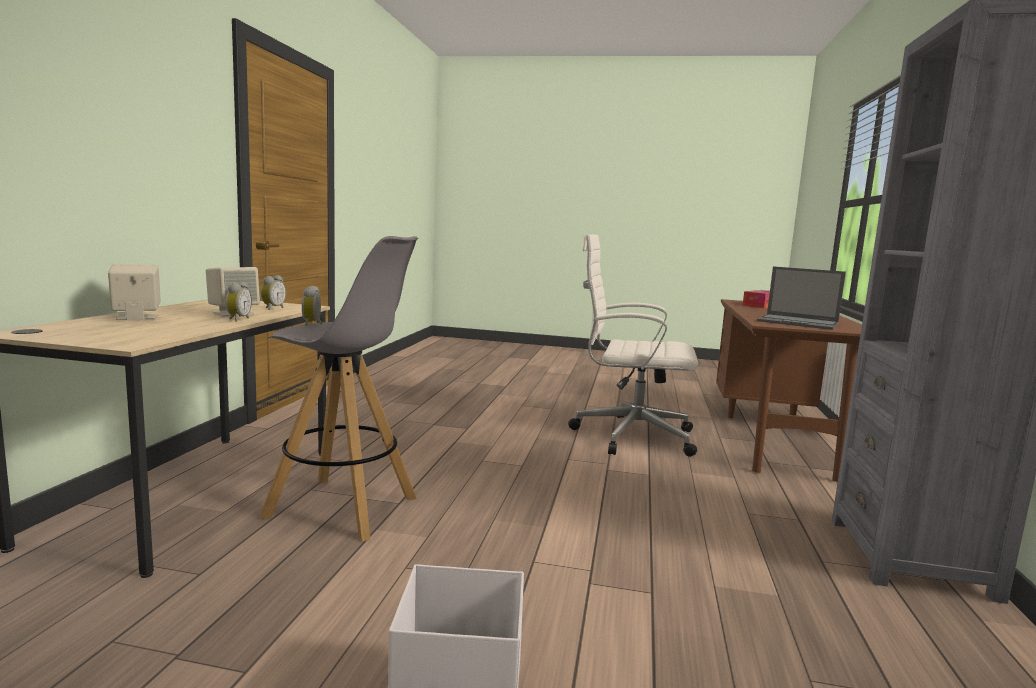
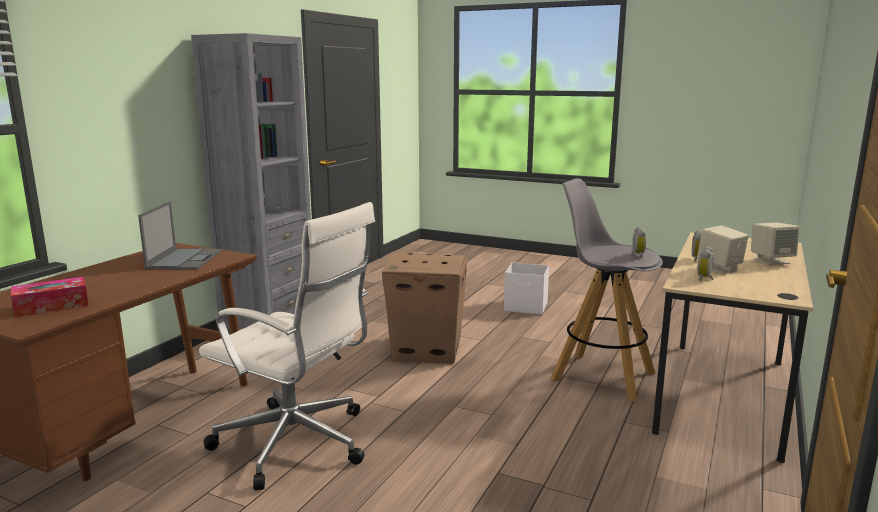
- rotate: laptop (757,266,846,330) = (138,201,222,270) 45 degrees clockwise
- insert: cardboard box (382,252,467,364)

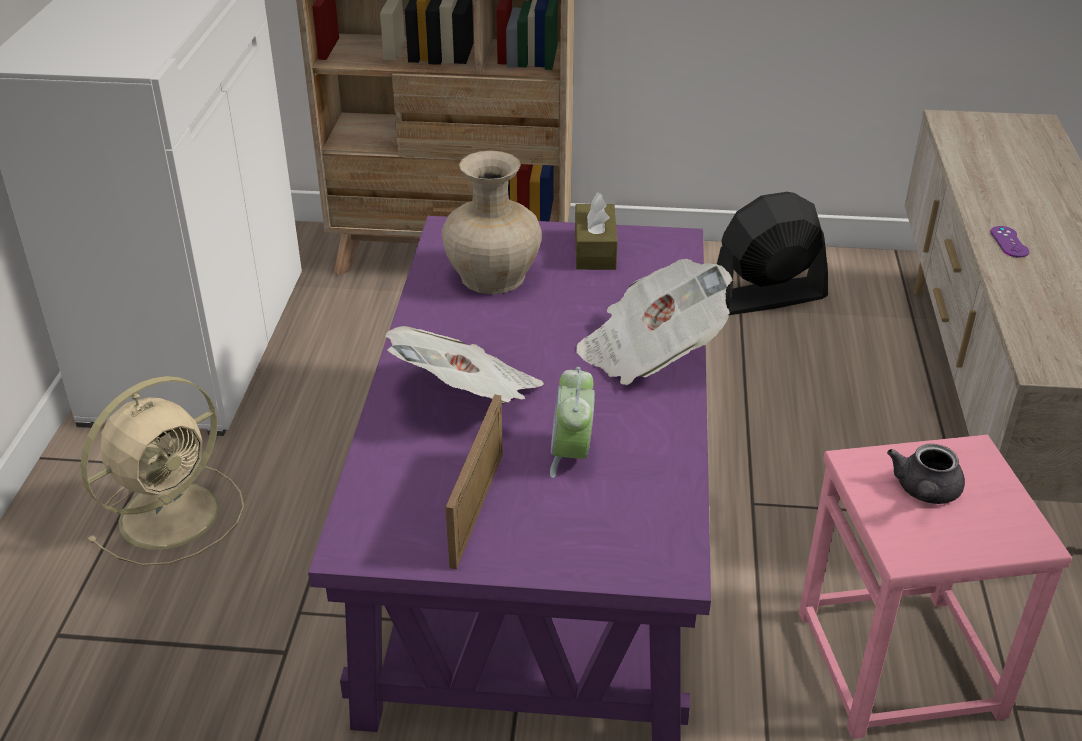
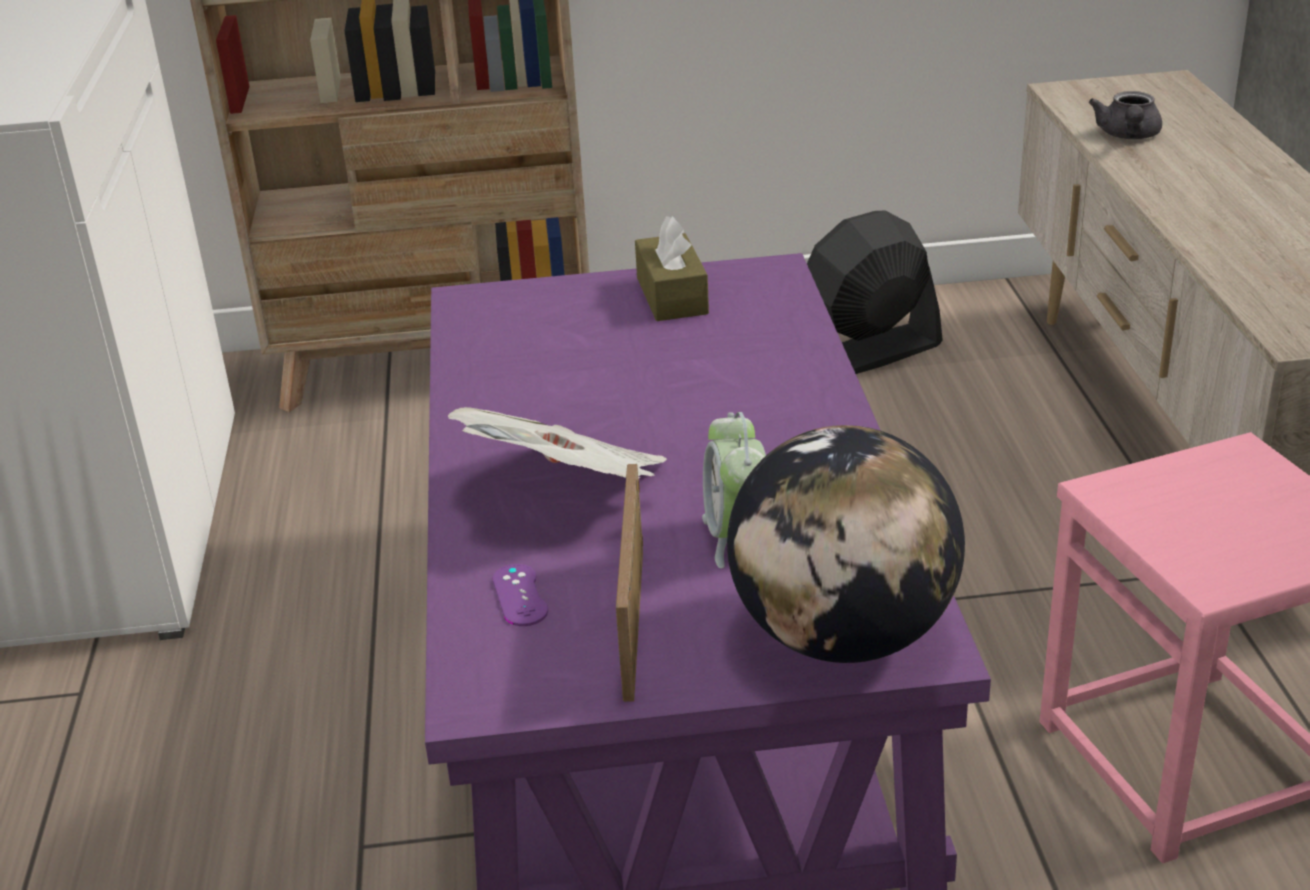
- delete: beige vase (442,150,542,294)
- move: purple game controller (991,226,1029,257) to (493,564,548,626)
- delete: newspaper (576,258,732,385)
- delete: beige fan (81,376,244,566)
- move: grey teapot (887,444,965,504) to (1089,91,1162,139)
- insert: globe (727,425,965,663)

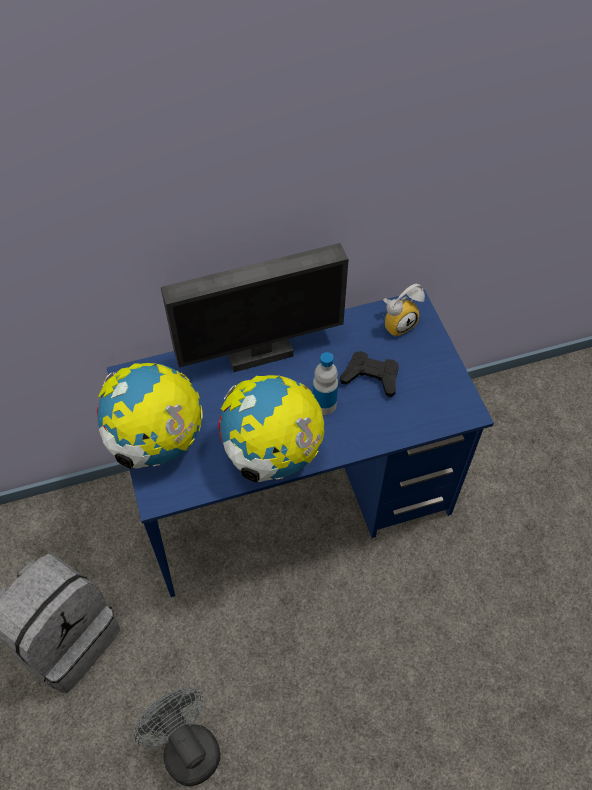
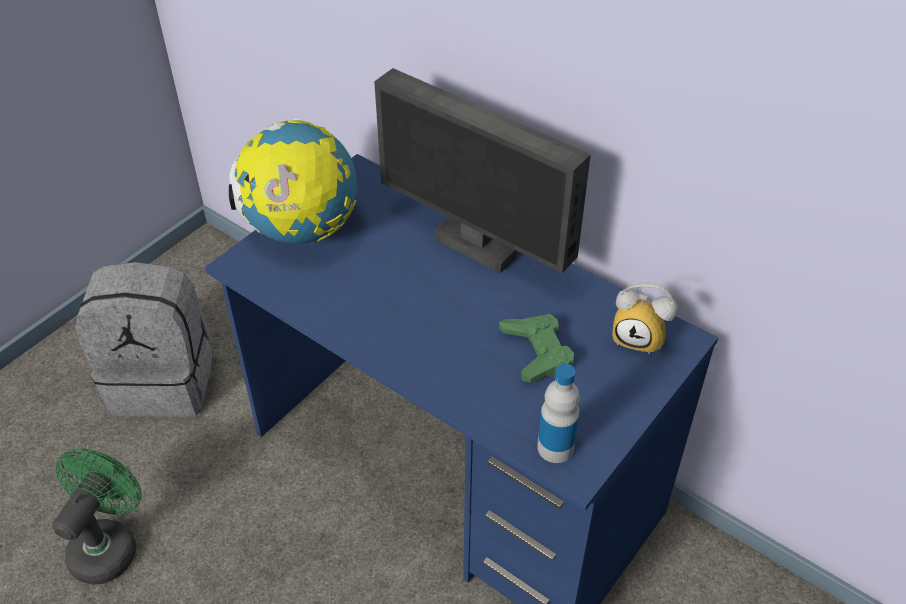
- recolor: black game controller (340,351,399,397) to green game controller (499,314,574,383)
- move: bottle (313,352,338,415) to (537,363,580,463)
- delete: globe (219,375,325,483)
- recolor: grey fan (134,688,220,786) to green fan (52,449,141,585)

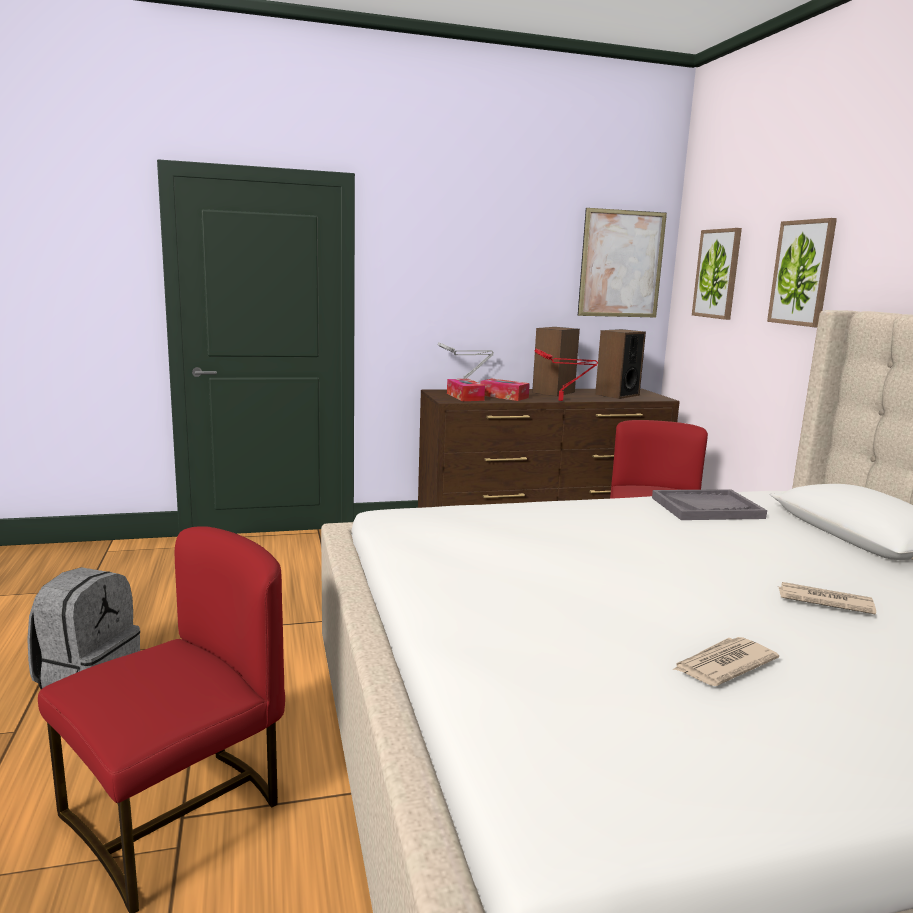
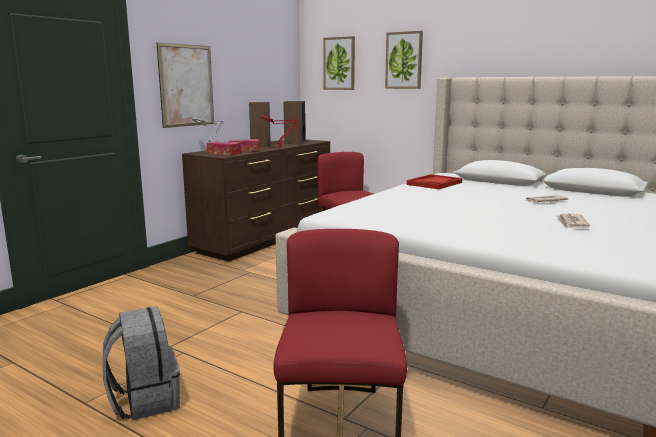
- move: picture (578,208,667,317) to (157,43,214,128)
- recolor: grey tray (652,489,767,520) to red tray (407,174,463,189)

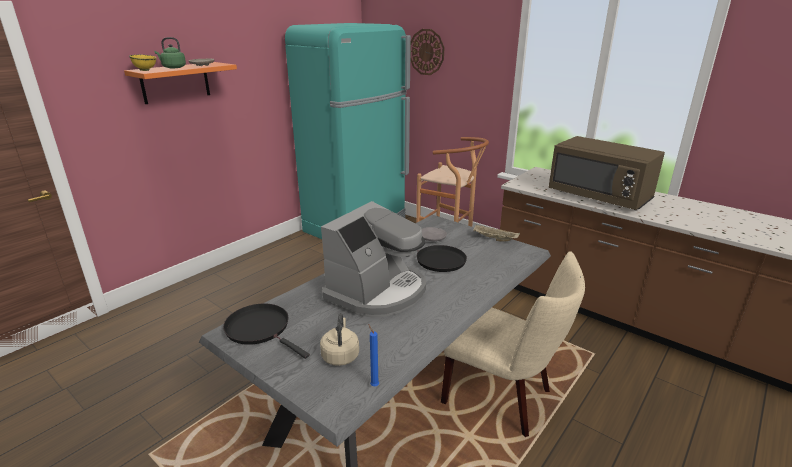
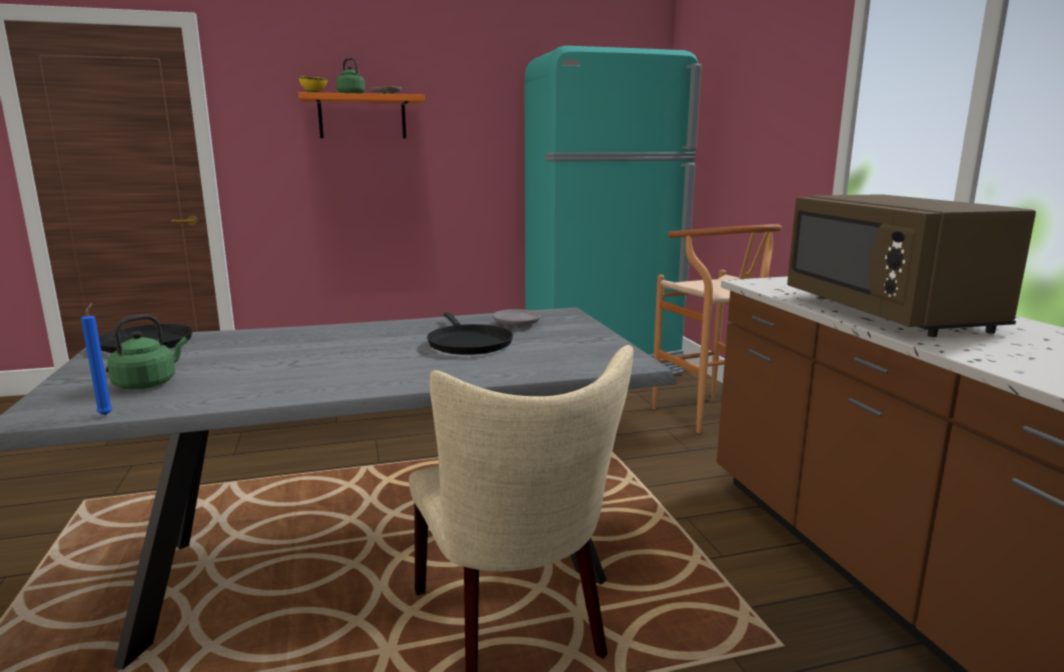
- delete: wall clock (410,29,444,75)
- delete: coffee machine (321,201,426,317)
- delete: beige tray (474,225,520,242)
- recolor: beige kettle (320,313,359,366) to green kettle (107,315,187,389)

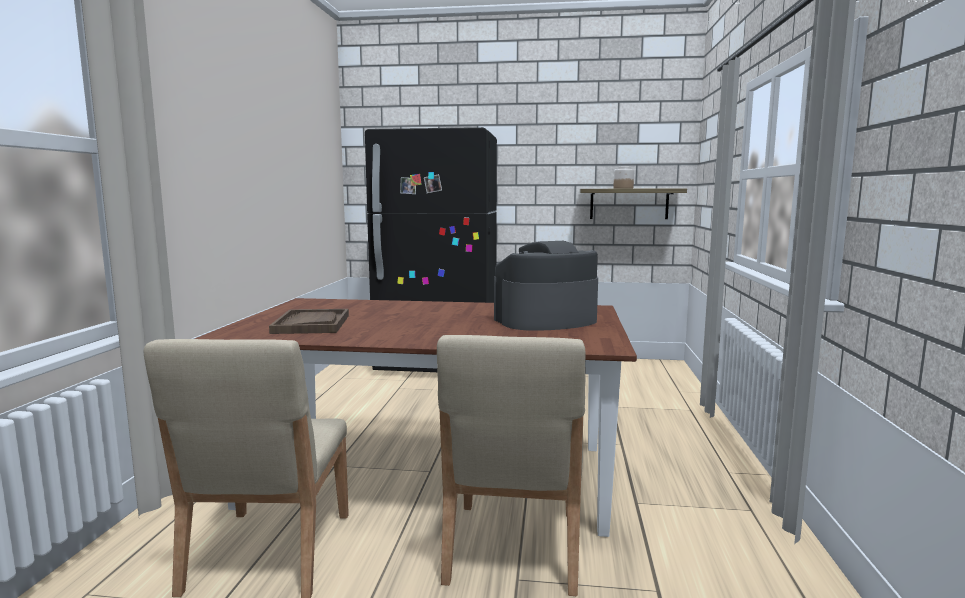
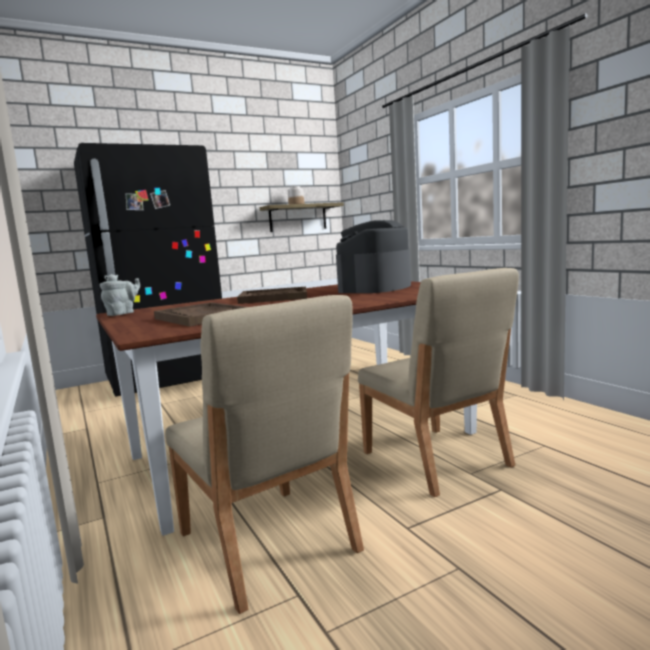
- insert: grey teapot (100,274,140,316)
- insert: brown tray (237,287,307,304)

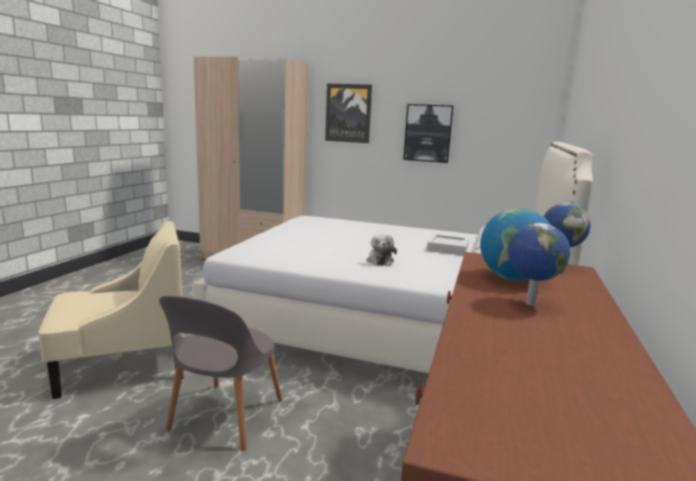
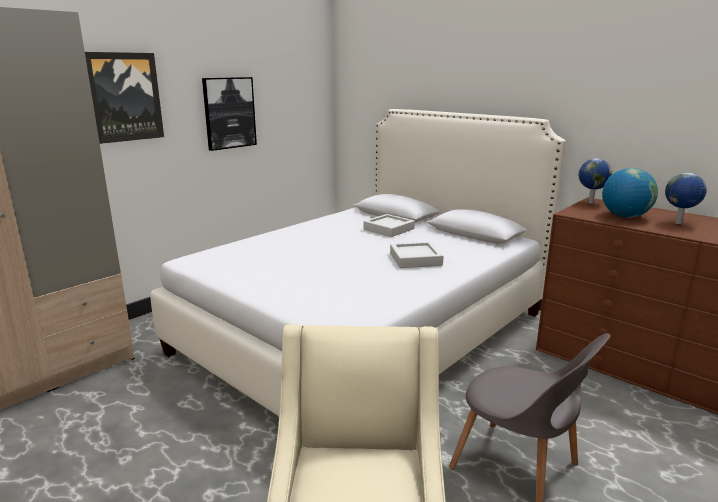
- replace: plush toy (366,234,397,265) to grey tray (390,242,443,268)

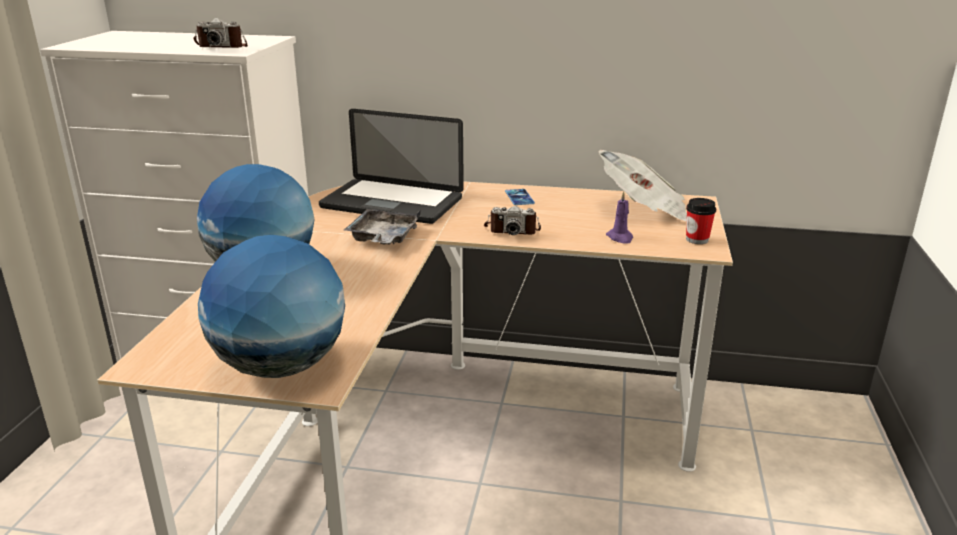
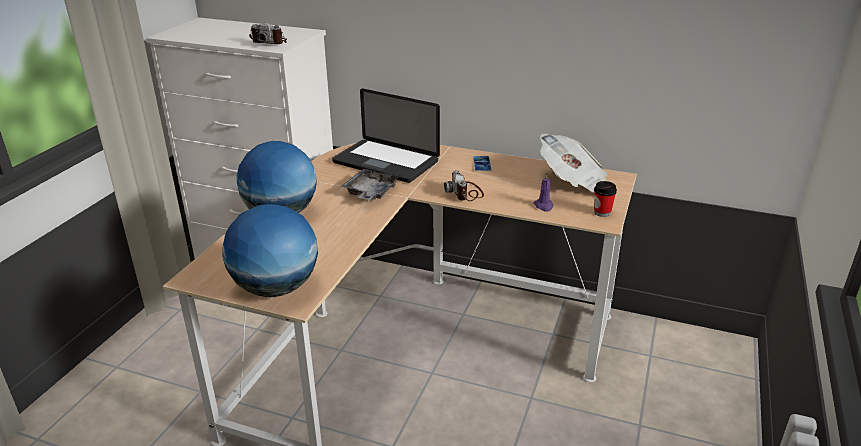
- rotate: photo camera (484,206,541,235) = (444,170,484,201) 60 degrees clockwise

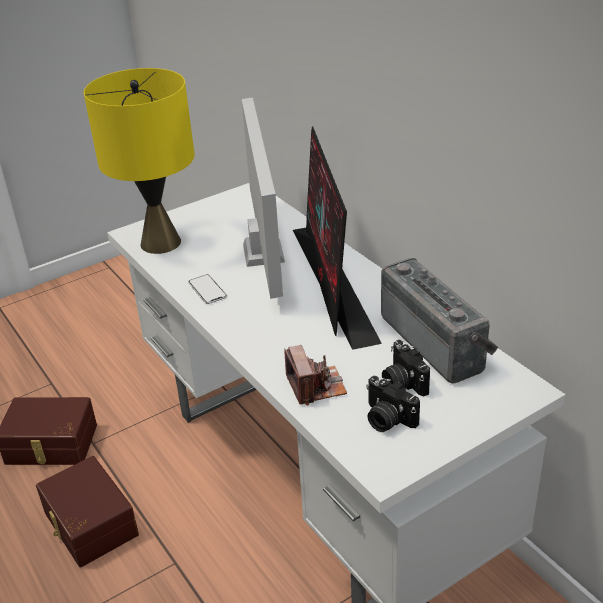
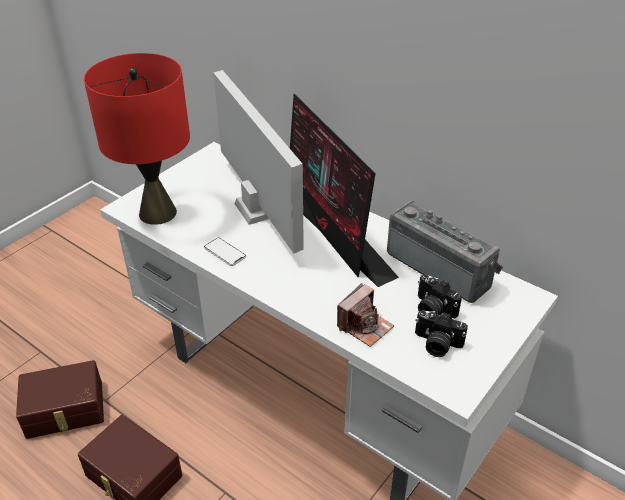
- recolor: yellow table lamp (84,68,195,254) to red table lamp (84,53,190,225)
- rotate: photo camera (284,345,347,405) = (337,283,394,347) 75 degrees clockwise

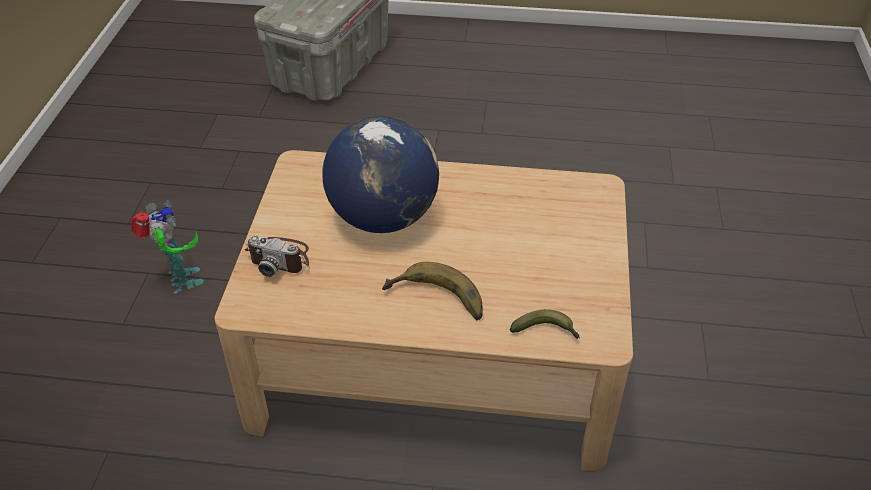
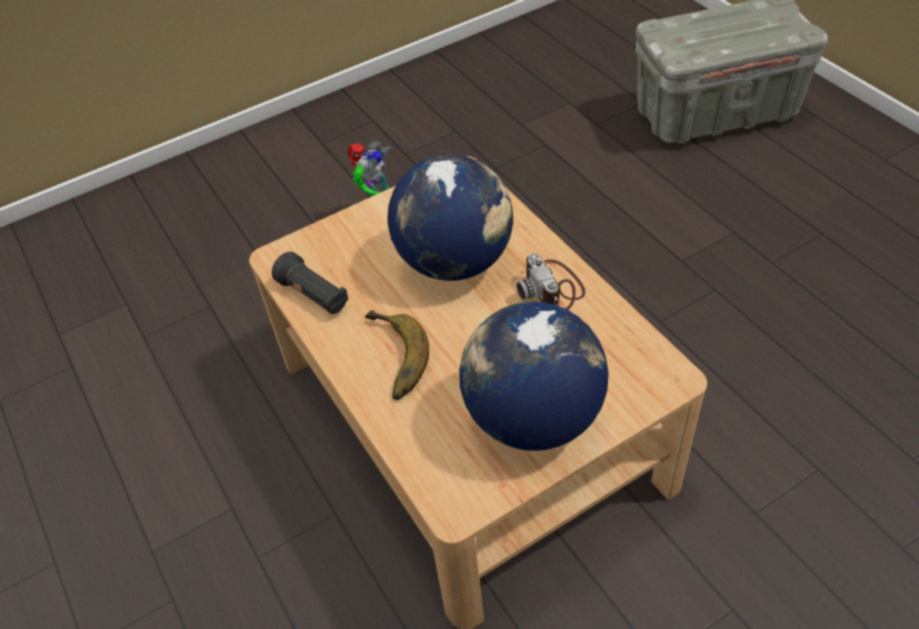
- move: photo camera (245,236,309,277) to (517,253,585,310)
- delete: banana (510,309,580,339)
- insert: black flashlight (272,252,349,314)
- insert: globe (459,302,608,451)

